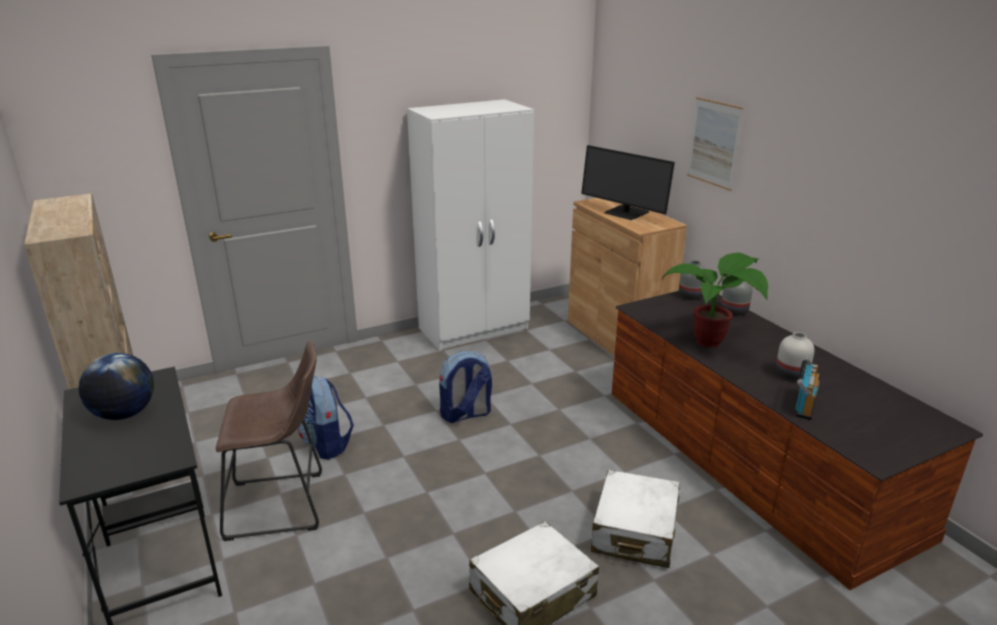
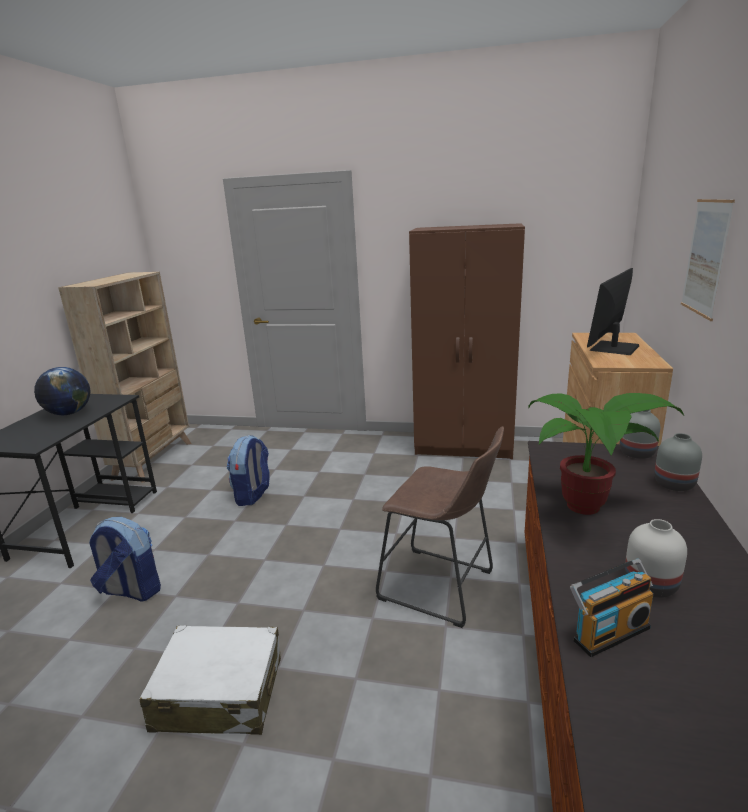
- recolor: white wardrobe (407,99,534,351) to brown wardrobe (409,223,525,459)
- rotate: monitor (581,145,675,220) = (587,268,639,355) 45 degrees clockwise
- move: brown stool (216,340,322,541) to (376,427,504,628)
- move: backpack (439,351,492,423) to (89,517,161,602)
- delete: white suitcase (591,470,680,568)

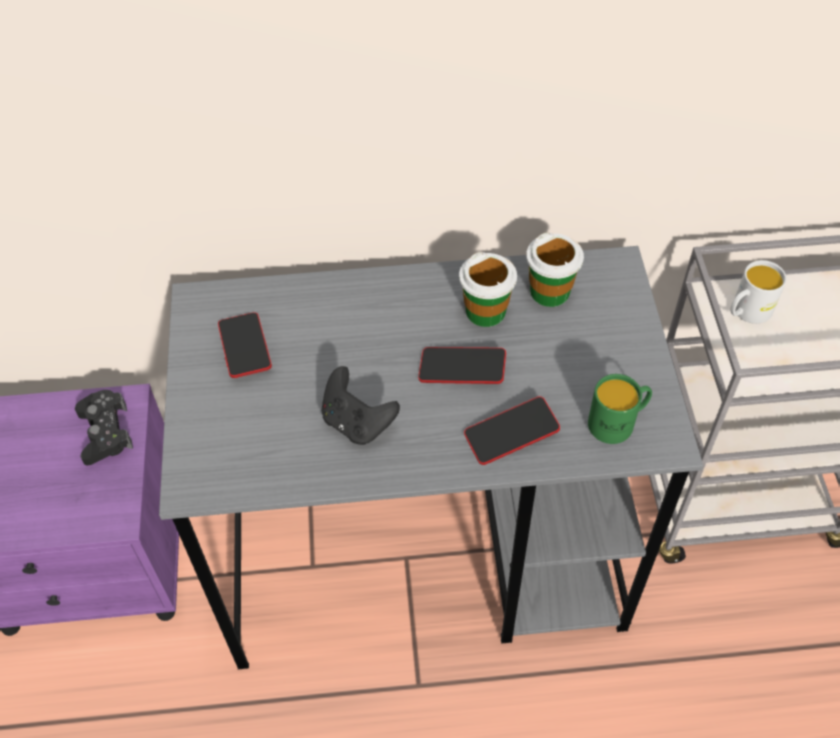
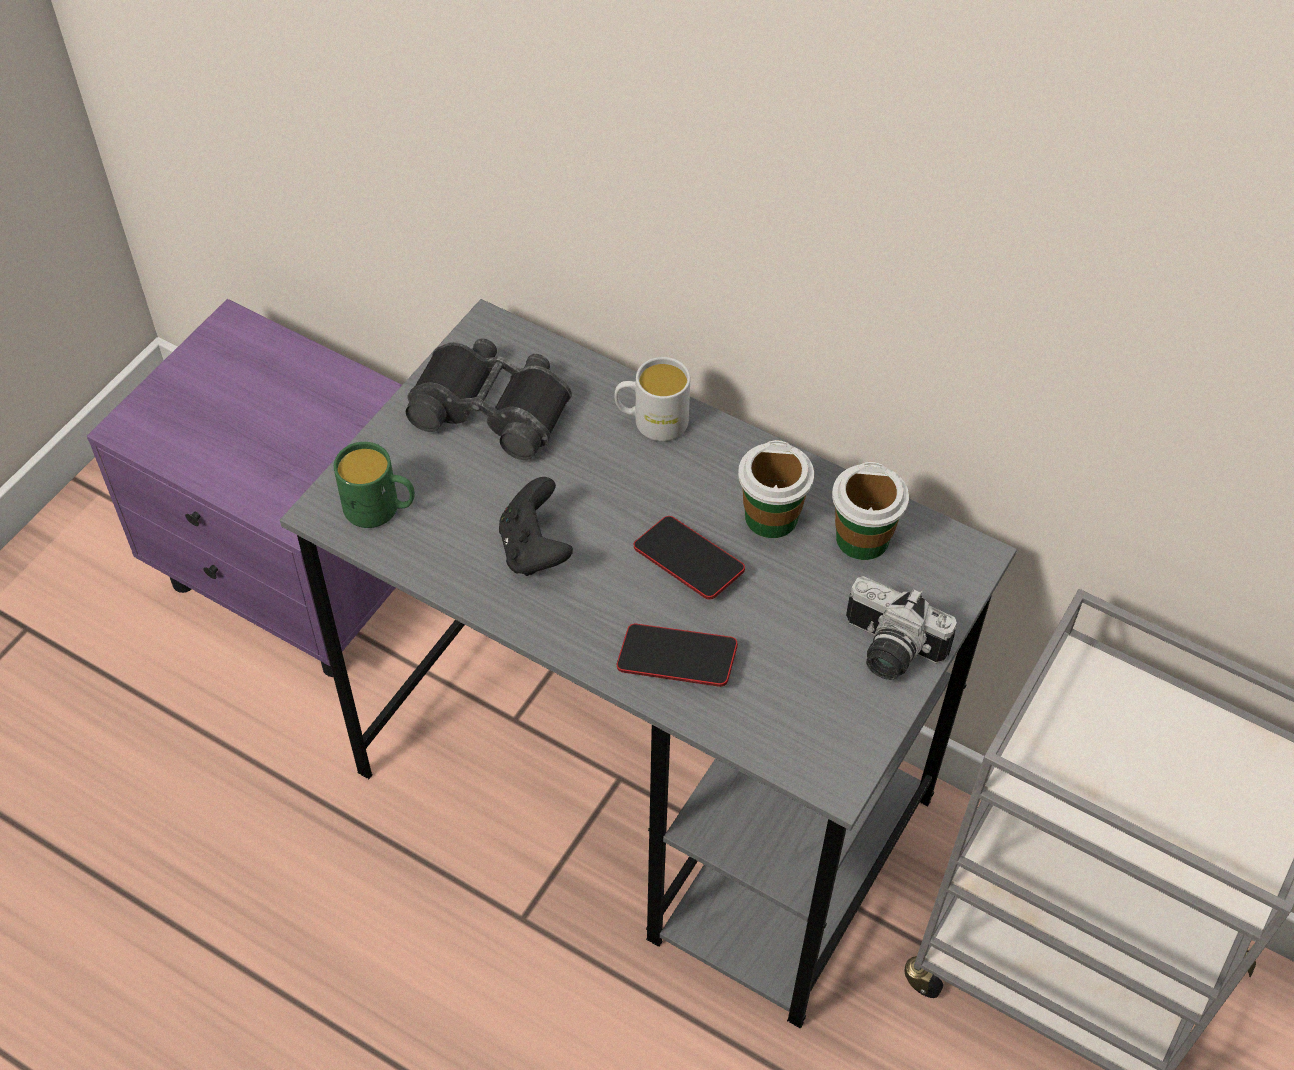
- move: white mug (730,260,787,324) to (614,357,690,441)
- replace: phone (218,312,272,378) to black binoculars (406,338,572,460)
- move: green mug (588,374,652,444) to (334,442,415,528)
- delete: black game controller (75,390,133,466)
- insert: photo camera (846,576,957,680)

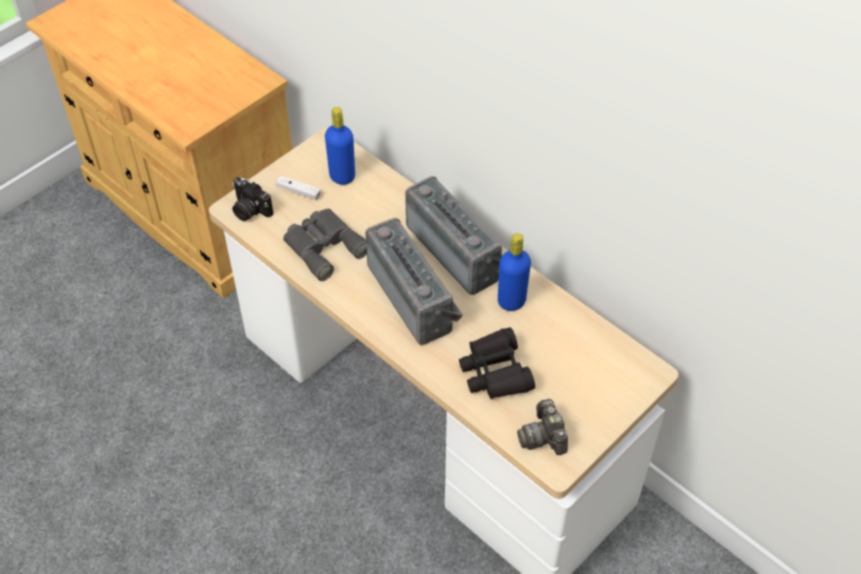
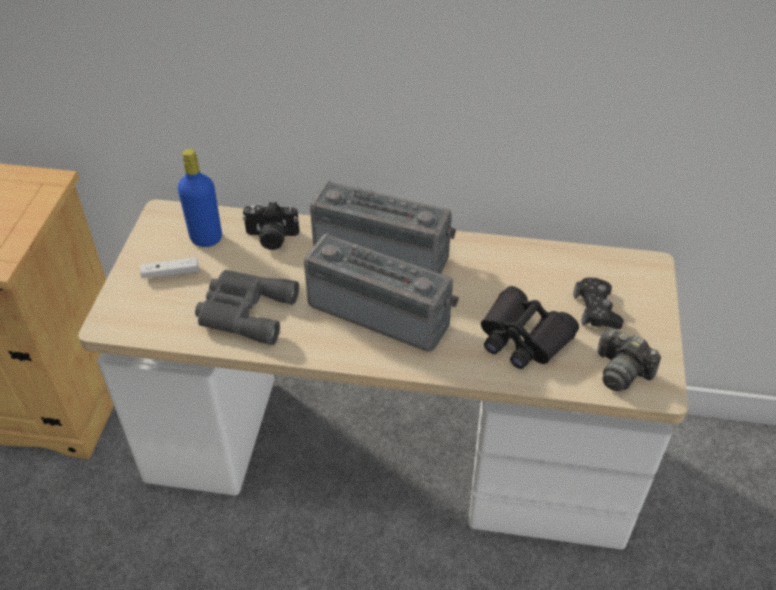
- move: photo camera (232,177,273,221) to (243,202,299,250)
- delete: blue bottle (498,233,531,311)
- insert: black game controller (573,278,624,329)

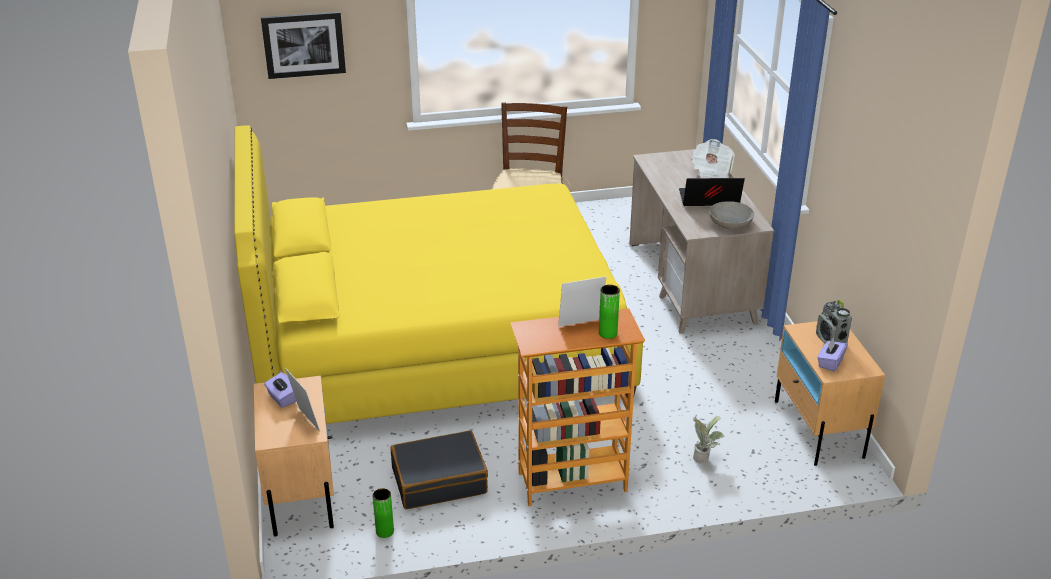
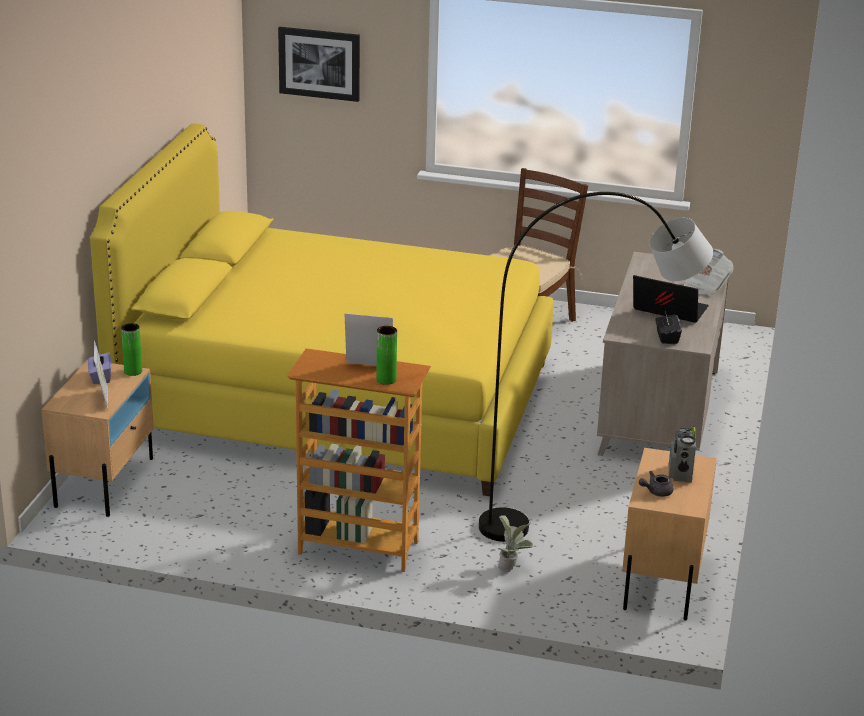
- replace: grey bowl (709,201,754,230) to black tissue box (655,311,682,344)
- replace: purple tissue box (818,337,848,372) to grey teapot (639,471,674,497)
- delete: black suitcase (390,430,488,509)
- move: green vase (372,488,394,538) to (121,323,142,376)
- insert: grey floor lamp (479,192,713,542)

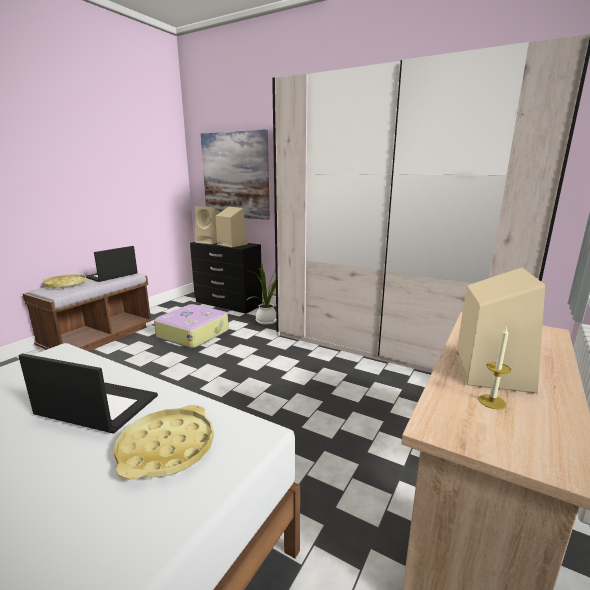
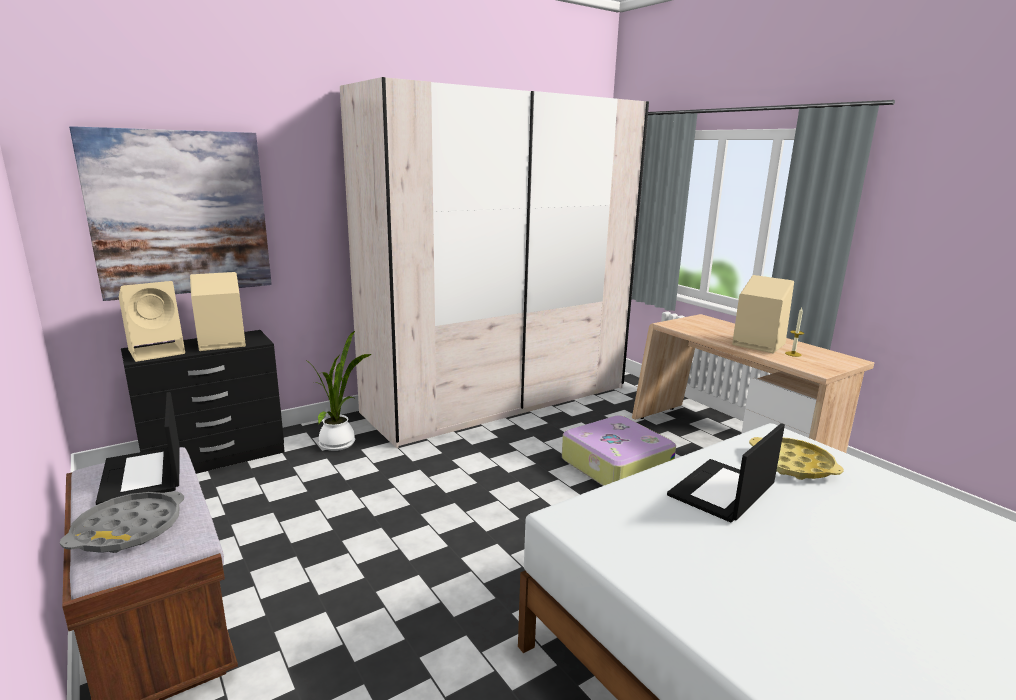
- recolor: yellow tray (43,274,87,289) to grey tray (60,491,184,553)
- move: suitcase (154,304,229,348) to (562,415,676,486)

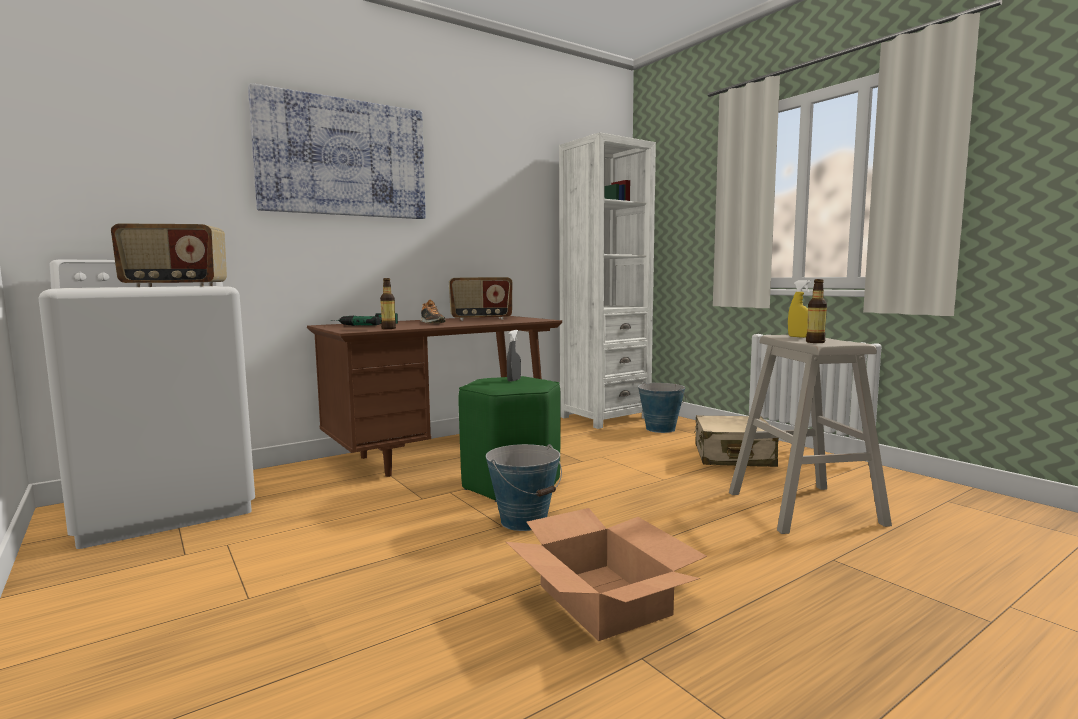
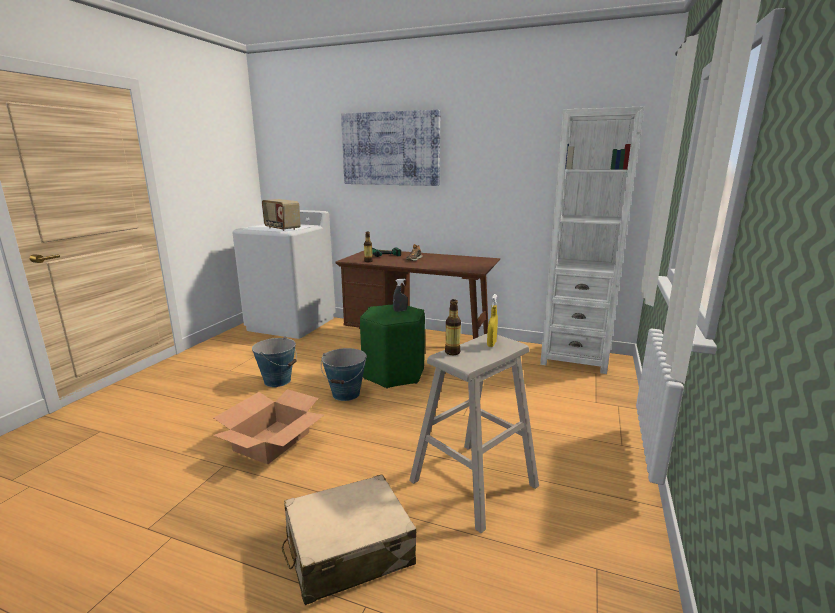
- delete: radio (449,277,512,321)
- move: bucket (638,382,686,433) to (252,337,297,387)
- move: beige suitcase (694,415,779,467) to (282,474,416,605)

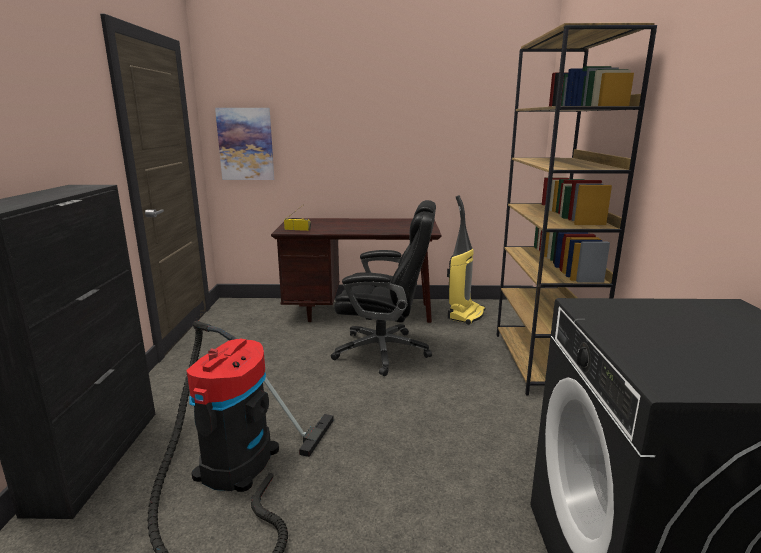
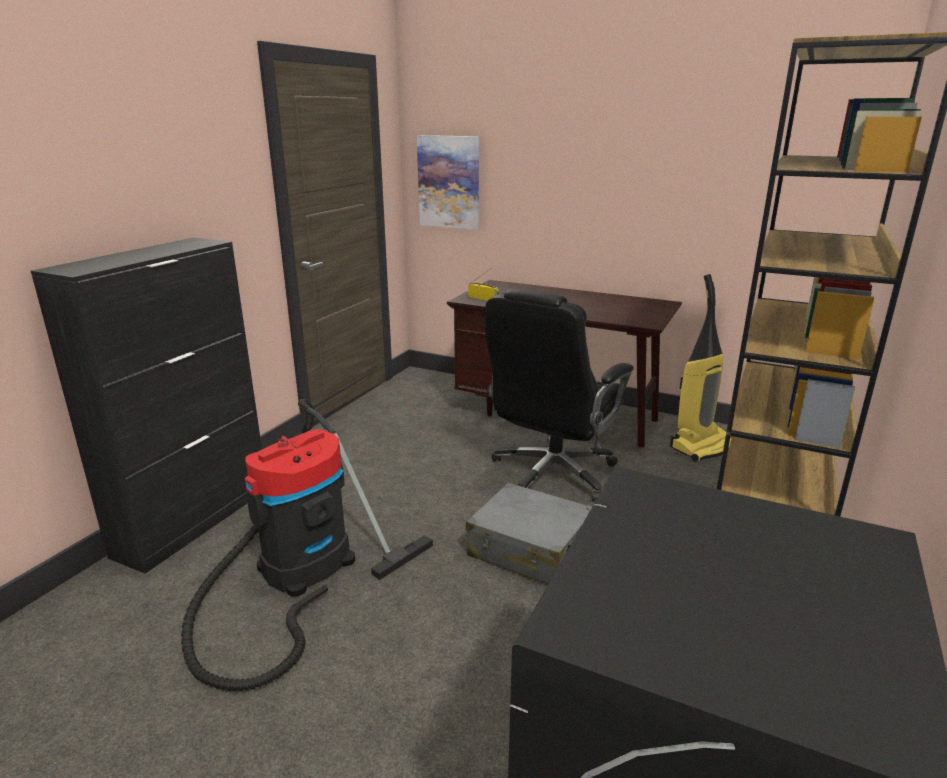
- rotate: black office chair (331,200,436,376) = (485,288,634,502) 90 degrees clockwise
- insert: grey suitcase (466,483,593,584)

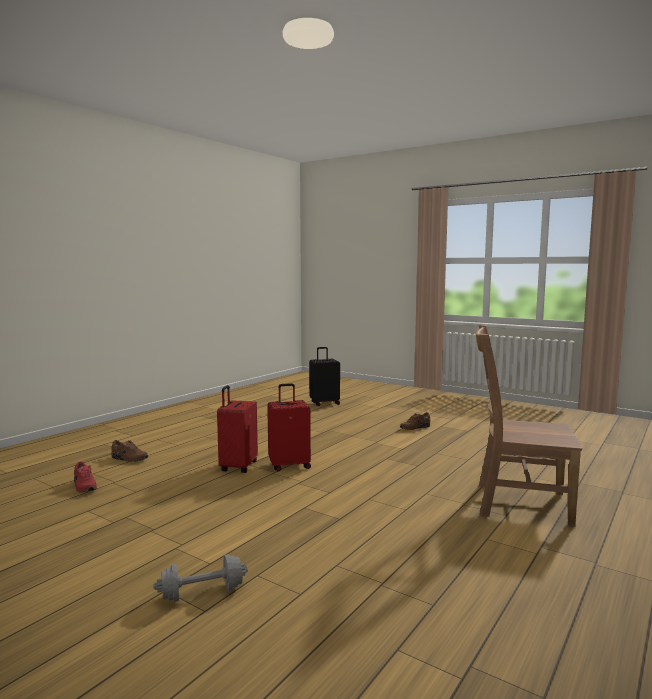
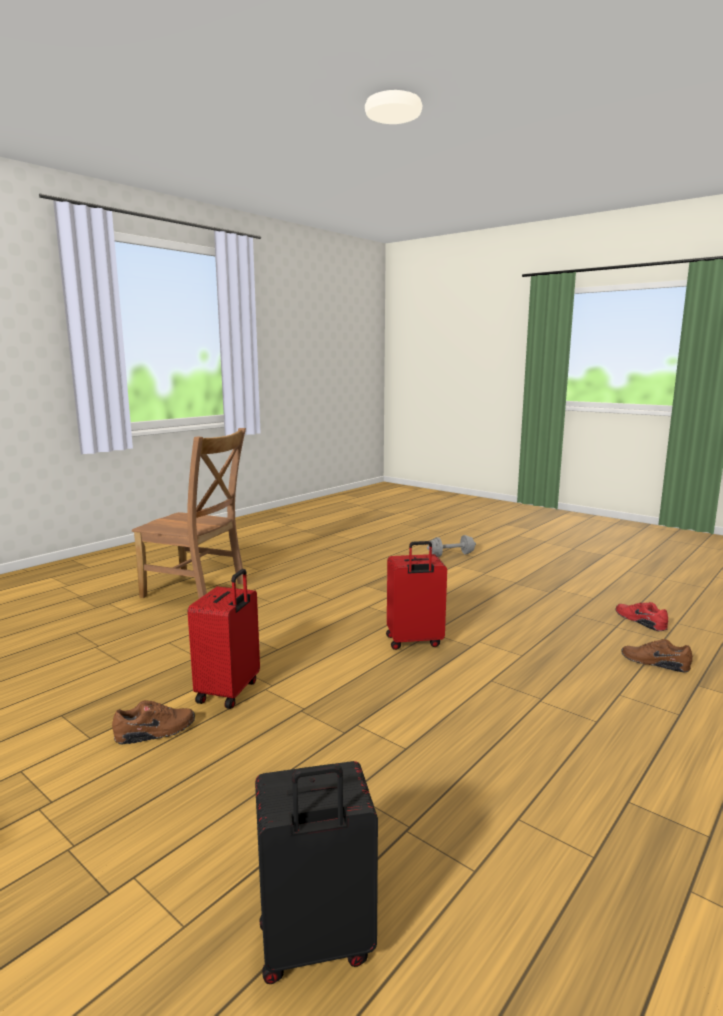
- move: red suitcase (217,385,258,473) to (188,569,260,709)

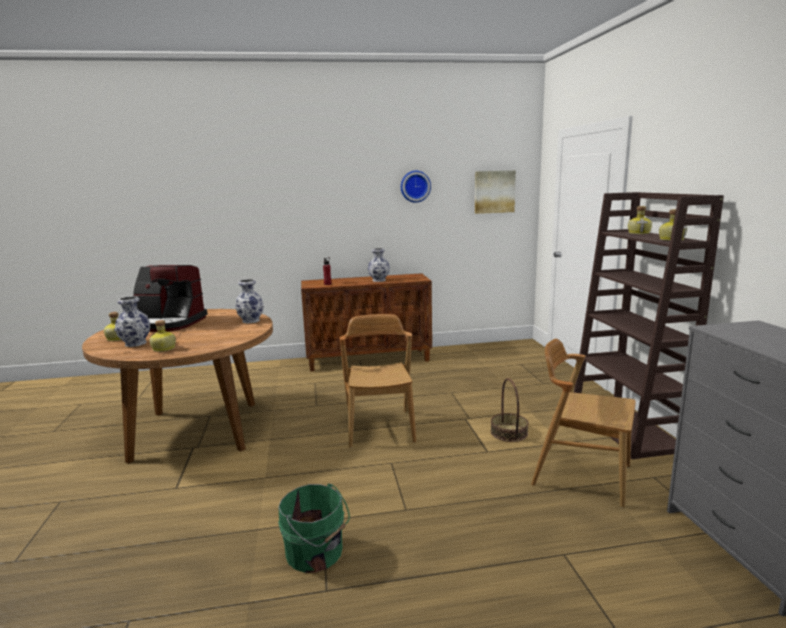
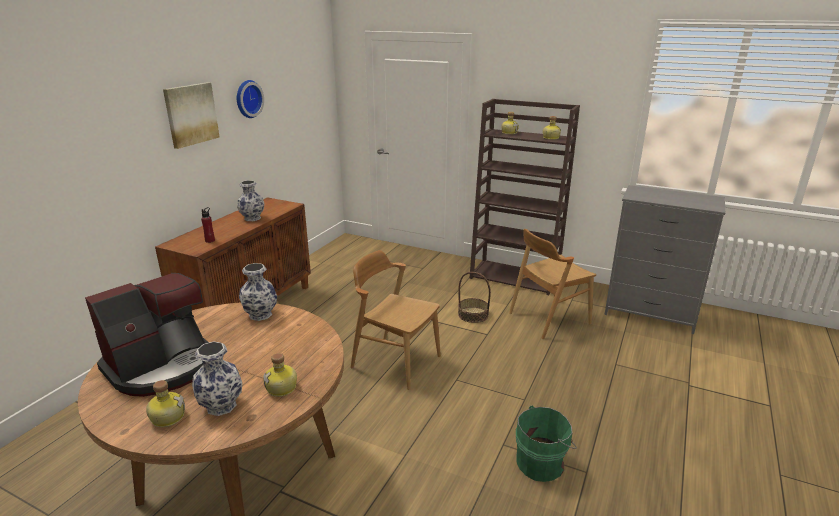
- move: picture (475,170,516,214) to (163,82,219,149)

